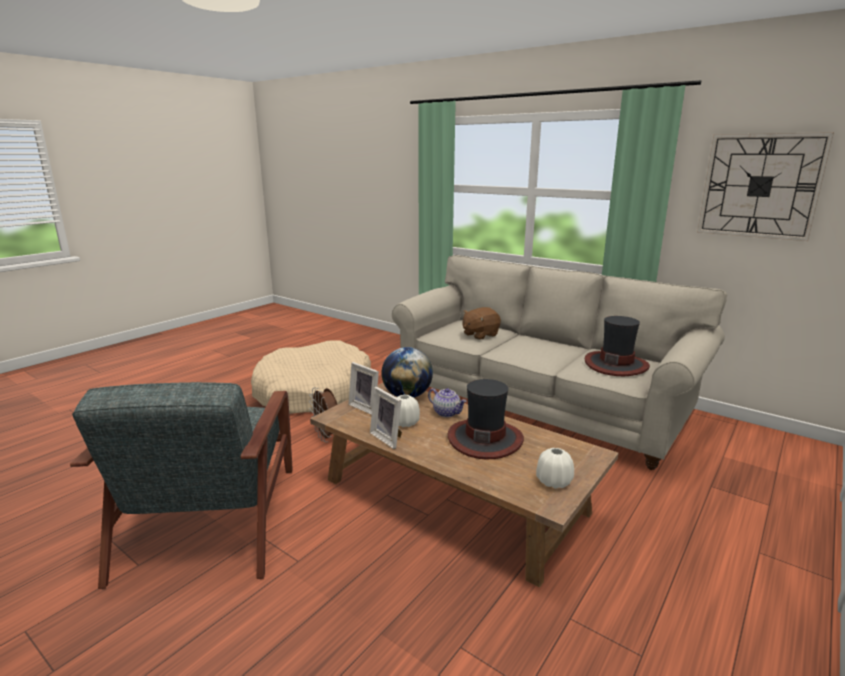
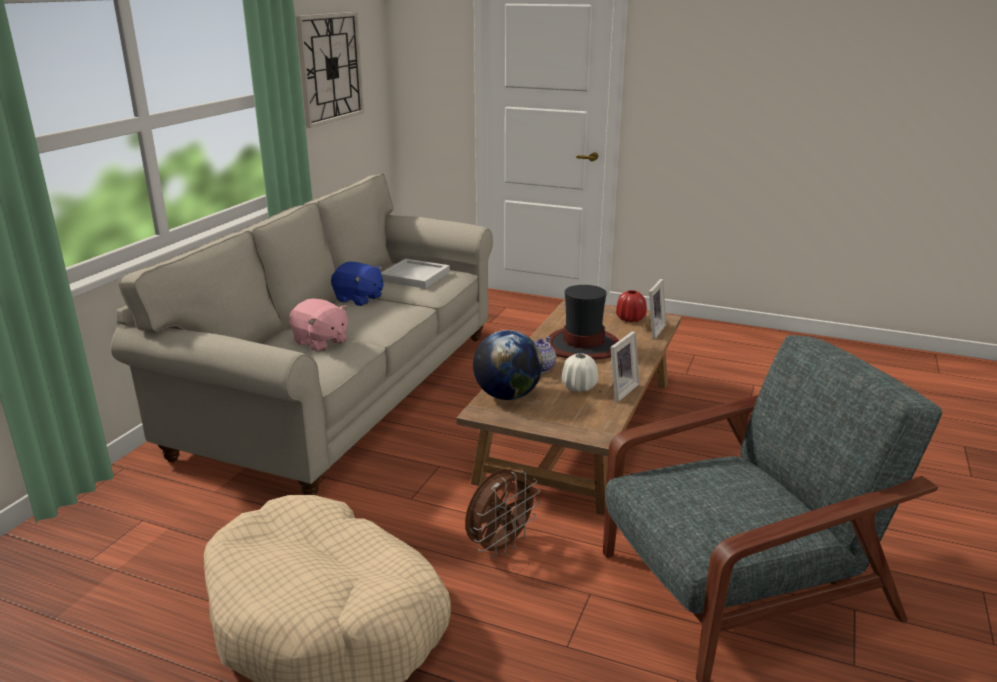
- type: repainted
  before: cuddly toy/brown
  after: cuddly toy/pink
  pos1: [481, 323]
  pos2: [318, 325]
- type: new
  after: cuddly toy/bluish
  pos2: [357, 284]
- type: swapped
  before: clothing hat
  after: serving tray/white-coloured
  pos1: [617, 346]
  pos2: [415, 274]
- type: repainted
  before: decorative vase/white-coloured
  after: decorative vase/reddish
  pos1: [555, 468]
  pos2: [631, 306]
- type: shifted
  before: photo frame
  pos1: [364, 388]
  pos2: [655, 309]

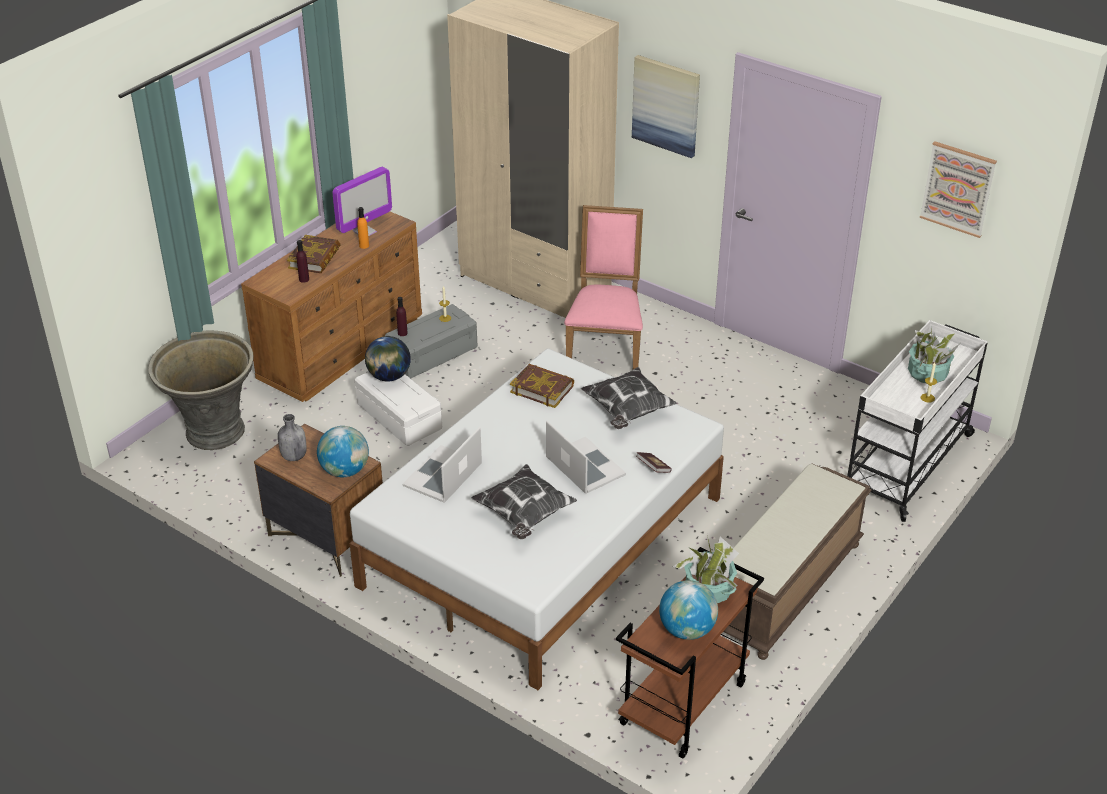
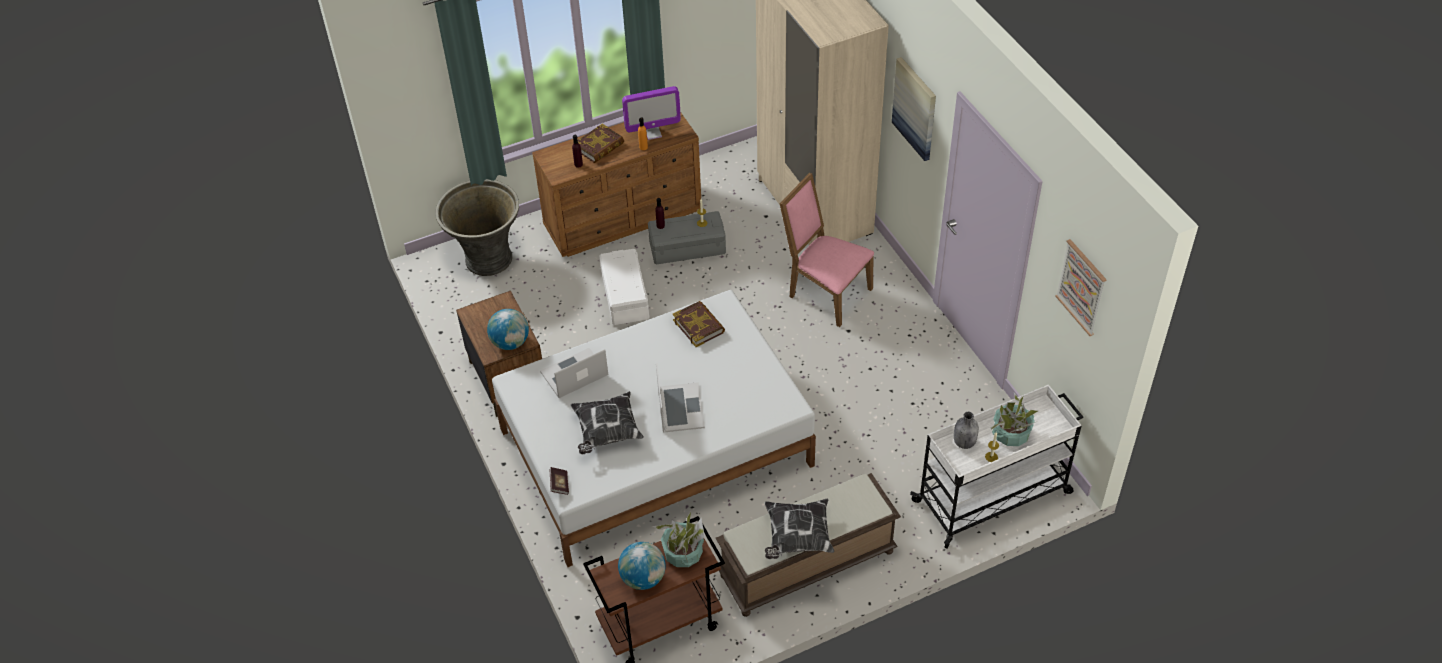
- type: shifted
  before: volume
  pos1: [654, 462]
  pos2: [559, 481]
- type: shifted
  before: pillow
  pos1: [629, 398]
  pos2: [800, 529]
- type: rotated
  before: upright chair/pink
  pos1: [603, 287]
  pos2: [827, 250]
  turn: -90
- type: shifted
  before: bottle/gray
  pos1: [292, 437]
  pos2: [966, 430]
- type: gone
  before: desk globe
  pos1: [388, 358]

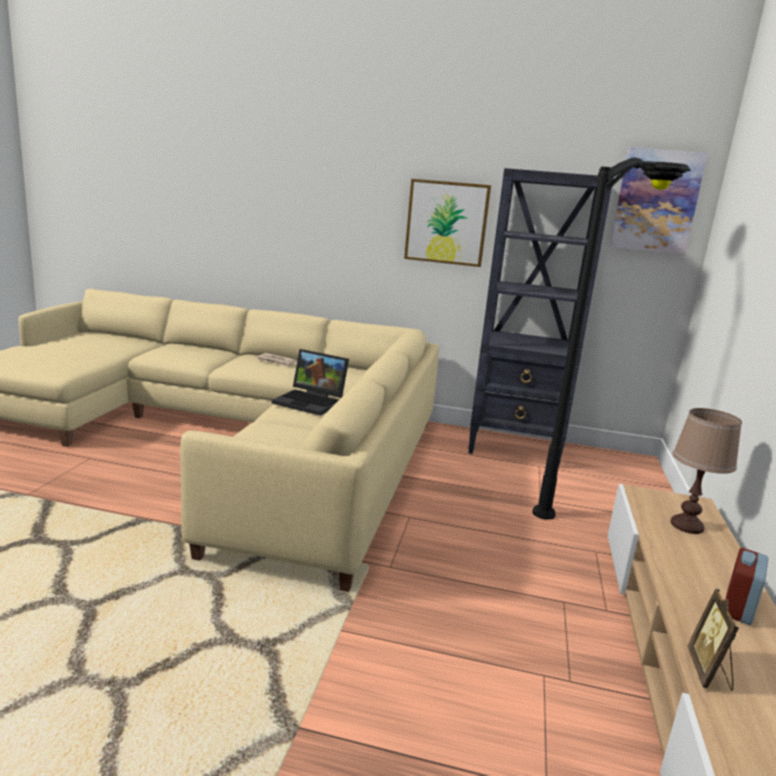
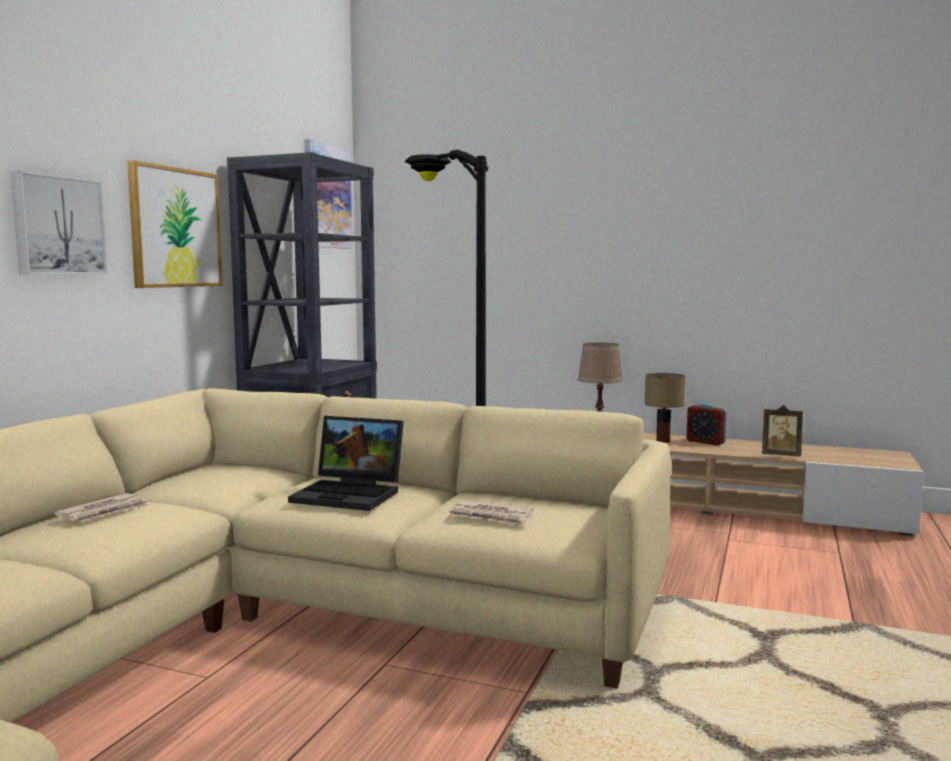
- type: new
  after: wall art
  pos2: [59, 222]
- type: rotated
  before: laptop
  pos1: [310, 382]
  pos2: [346, 463]
  turn: 75
- type: new
  after: printed paper
  pos2: [491, 513]
- type: new
  after: table lamp
  pos2: [665, 408]

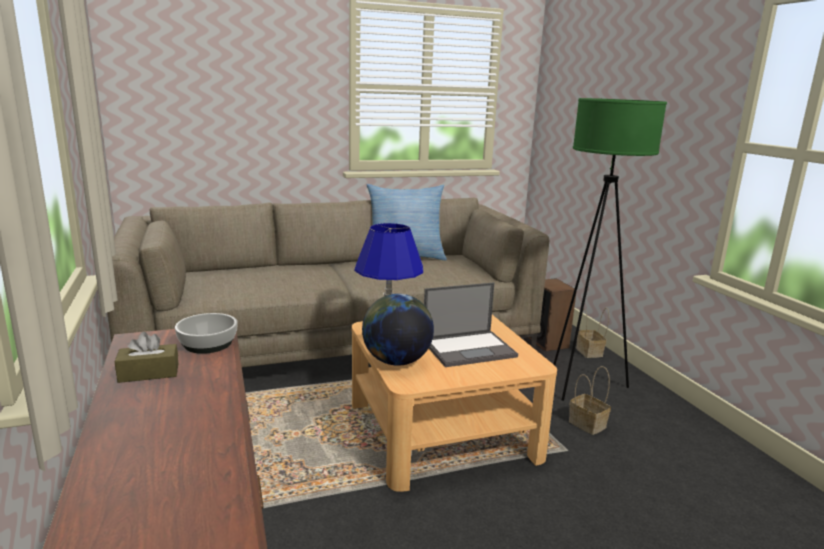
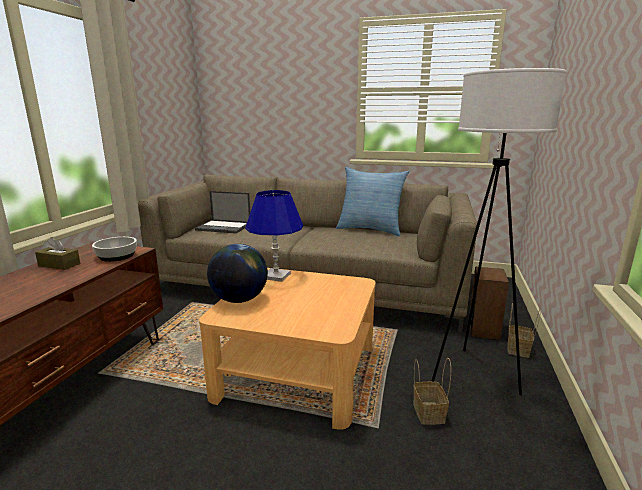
- type: shifted
  before: laptop
  pos1: [471, 324]
  pos2: [222, 212]
- type: repainted
  before: standard lamp/greenish
  after: standard lamp/white-coloured
  pos1: [610, 249]
  pos2: [499, 231]

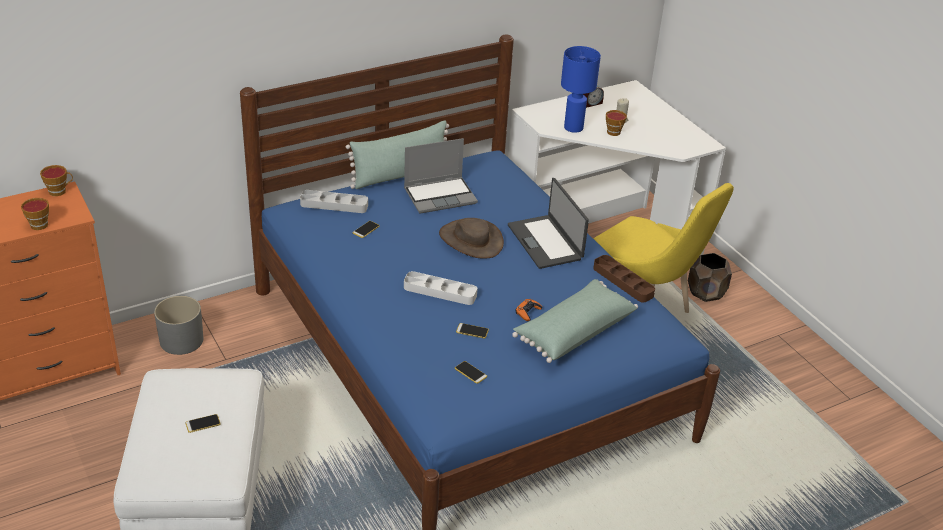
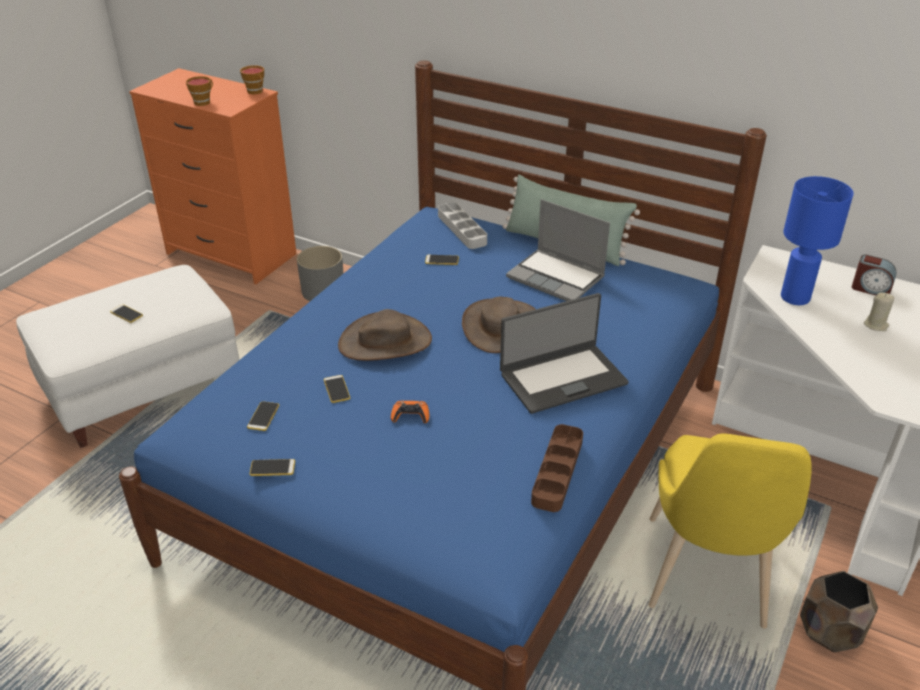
- type: new
  after: phone
  pos2: [272, 467]
- type: swapped
  before: serving tray/white-coloured
  after: clothing hat/brown
  pos1: [440, 288]
  pos2: [385, 335]
- type: rotated
  before: laptop
  pos1: [548, 223]
  pos2: [564, 353]
  turn: -150
- type: gone
  before: pillow/greenish
  pos1: [575, 321]
- type: gone
  before: cup
  pos1: [616, 123]

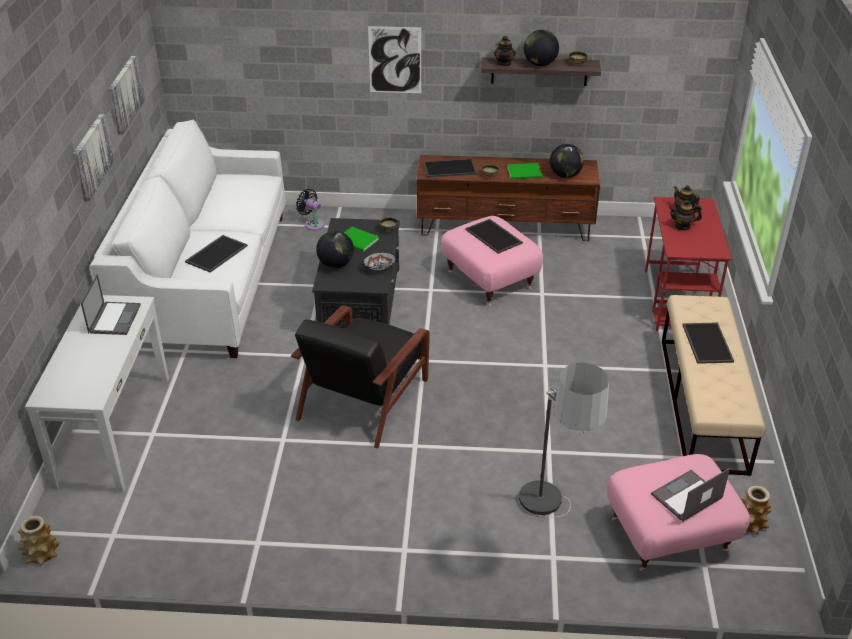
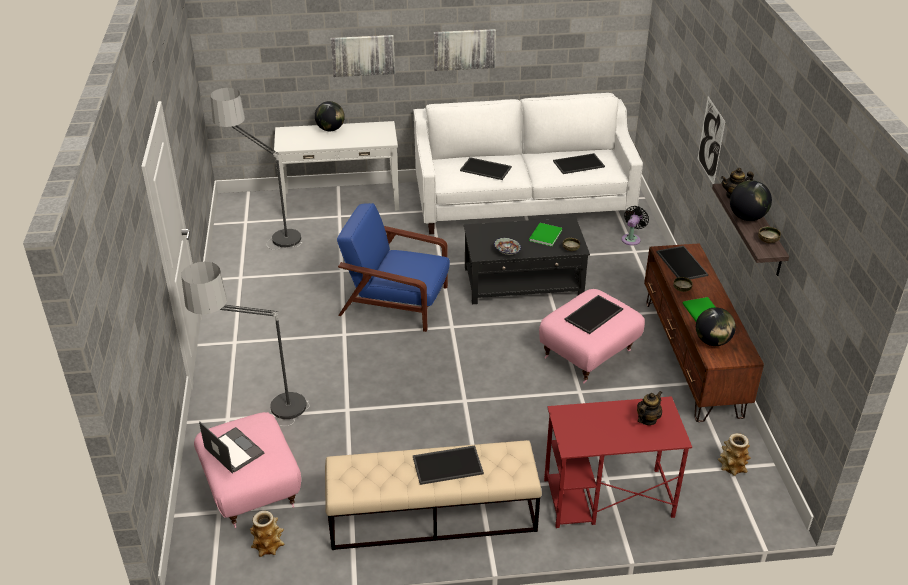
- type: new
  after: standard lamp
  pos2: [256, 169]
- type: shifted
  before: desk globe
  pos1: [335, 249]
  pos2: [330, 116]
- type: shifted
  before: wall art
  pos1: [126, 95]
  pos2: [362, 56]
- type: repainted
  before: easy chair/black
  after: easy chair/bluish
  pos1: [360, 376]
  pos2: [393, 267]
- type: new
  after: serving tray
  pos2: [579, 163]
- type: shifted
  before: decorative vase
  pos1: [39, 540]
  pos2: [734, 454]
- type: gone
  before: laptop
  pos1: [111, 304]
- type: gone
  before: pot for tea
  pos1: [685, 215]

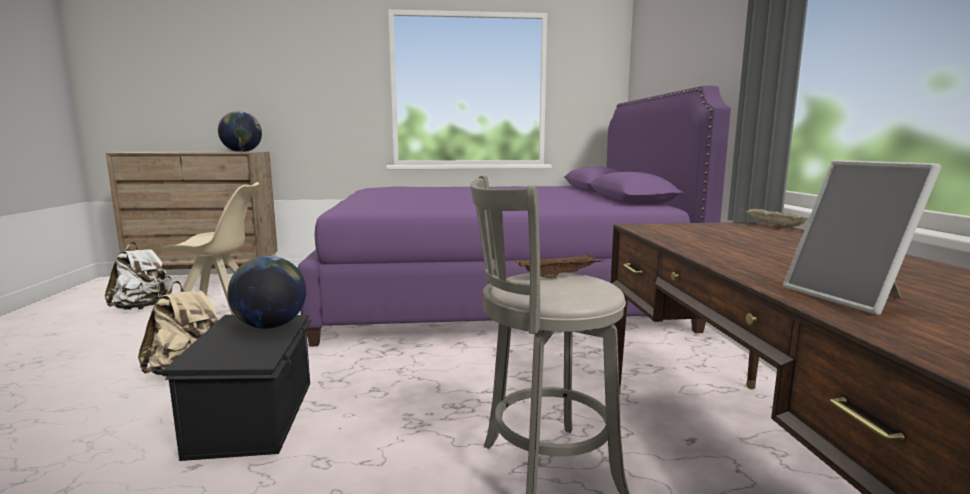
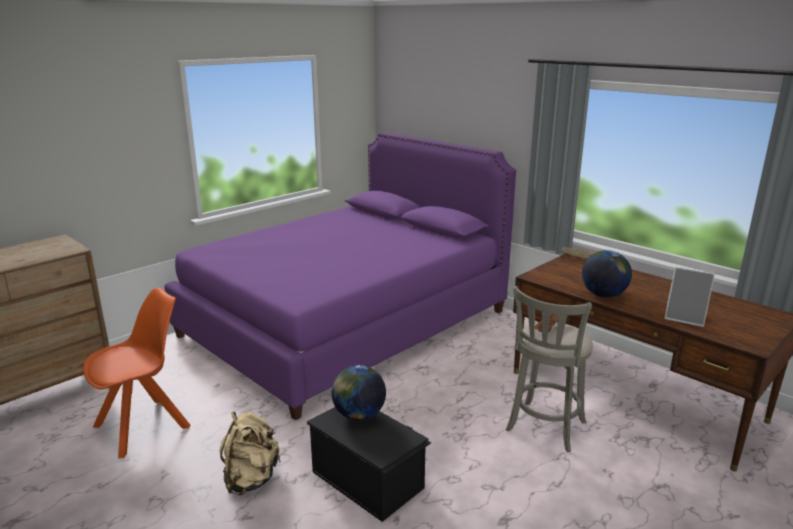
- type: repainted
  before: upright chair/beige-coloured
  after: upright chair/orange-coloured
  pos1: [211, 248]
  pos2: [137, 373]
- type: shifted
  before: desk globe
  pos1: [240, 131]
  pos2: [607, 274]
- type: gone
  before: knapsack/white-coloured
  pos1: [139, 276]

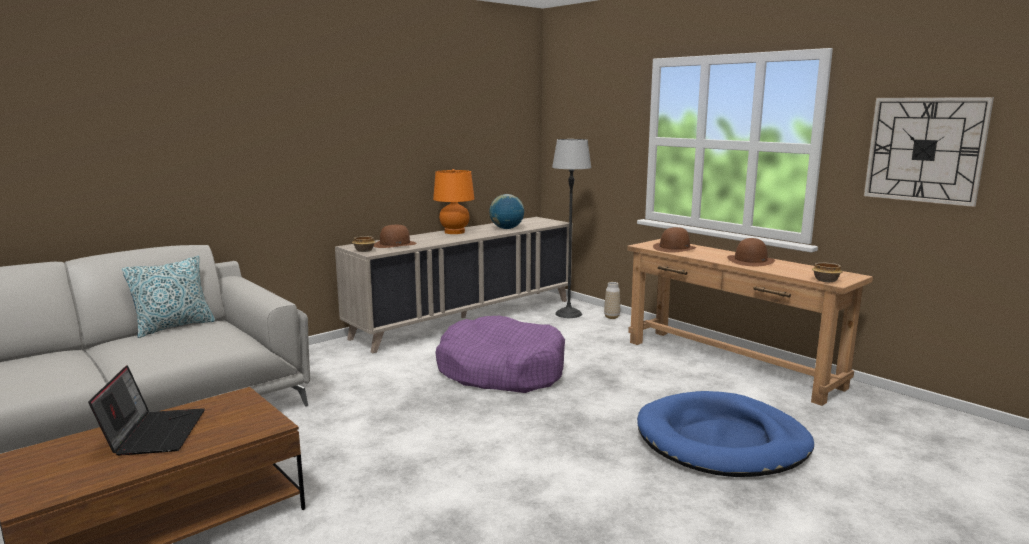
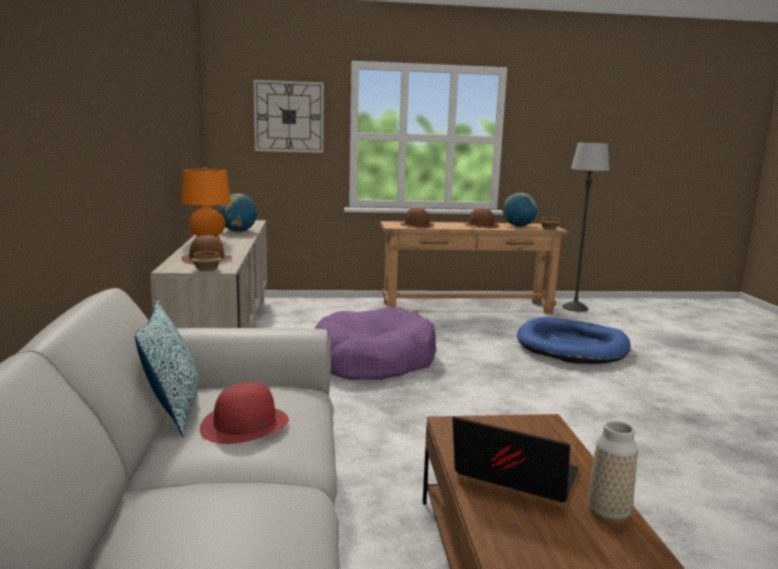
- type: new
  after: clothing hat/reddish
  pos2: [244, 413]
- type: shifted
  before: wall clock
  pos1: [929, 152]
  pos2: [288, 116]
- type: new
  after: desk globe
  pos2: [520, 210]
- type: shifted
  before: standard lamp
  pos1: [571, 228]
  pos2: [585, 227]
- type: shifted
  before: decorative vase
  pos1: [612, 300]
  pos2: [612, 472]

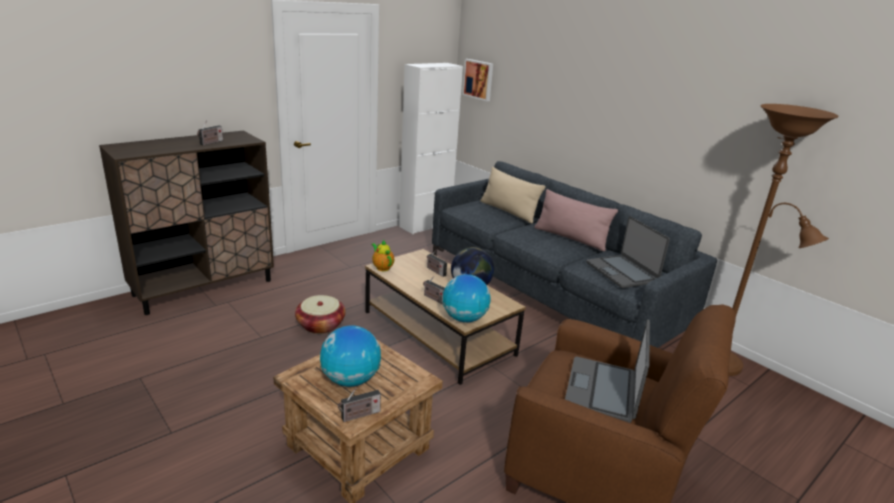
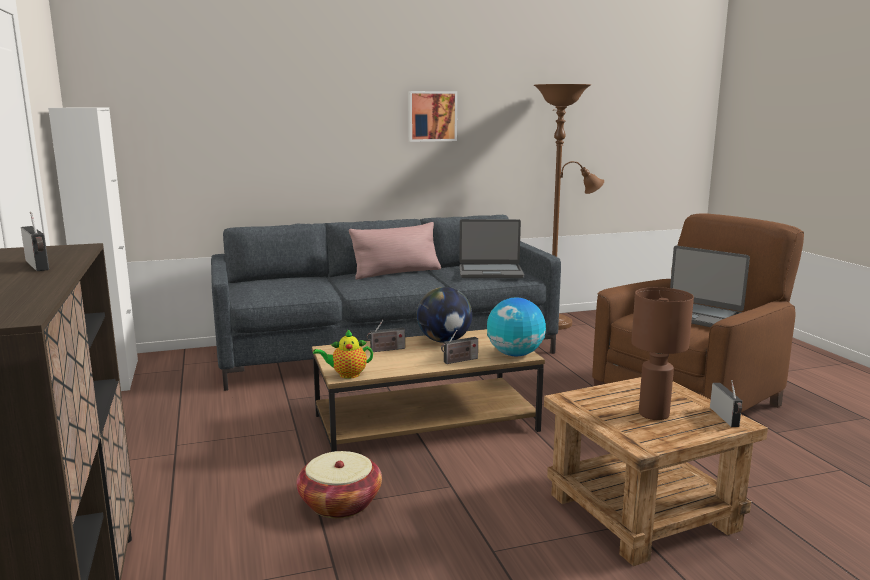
- type: shifted
  before: wall art
  pos1: [477, 80]
  pos2: [432, 116]
- type: swapped
  before: desk globe
  after: table lamp/brown
  pos1: [350, 356]
  pos2: [662, 353]
- type: gone
  before: pillow/beige-coloured
  pos1: [513, 195]

